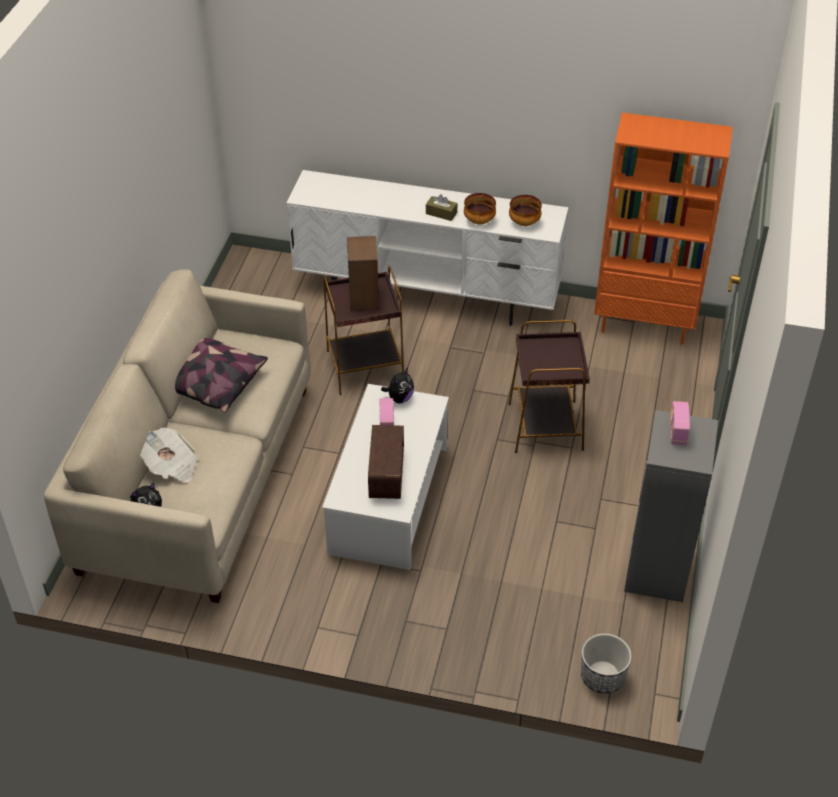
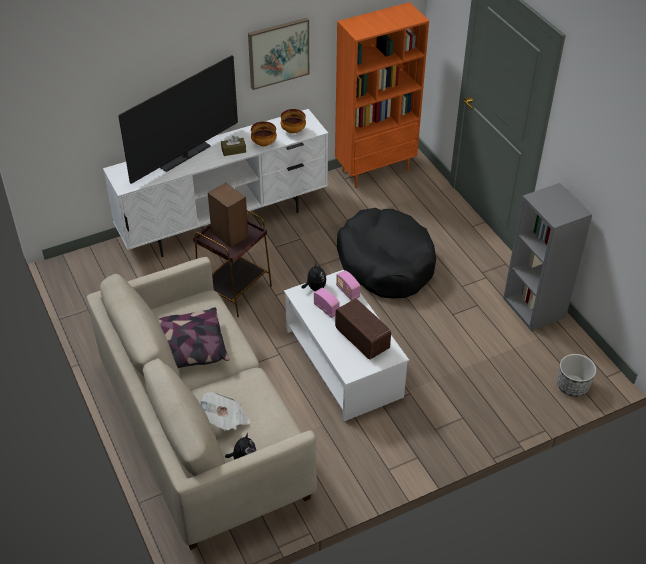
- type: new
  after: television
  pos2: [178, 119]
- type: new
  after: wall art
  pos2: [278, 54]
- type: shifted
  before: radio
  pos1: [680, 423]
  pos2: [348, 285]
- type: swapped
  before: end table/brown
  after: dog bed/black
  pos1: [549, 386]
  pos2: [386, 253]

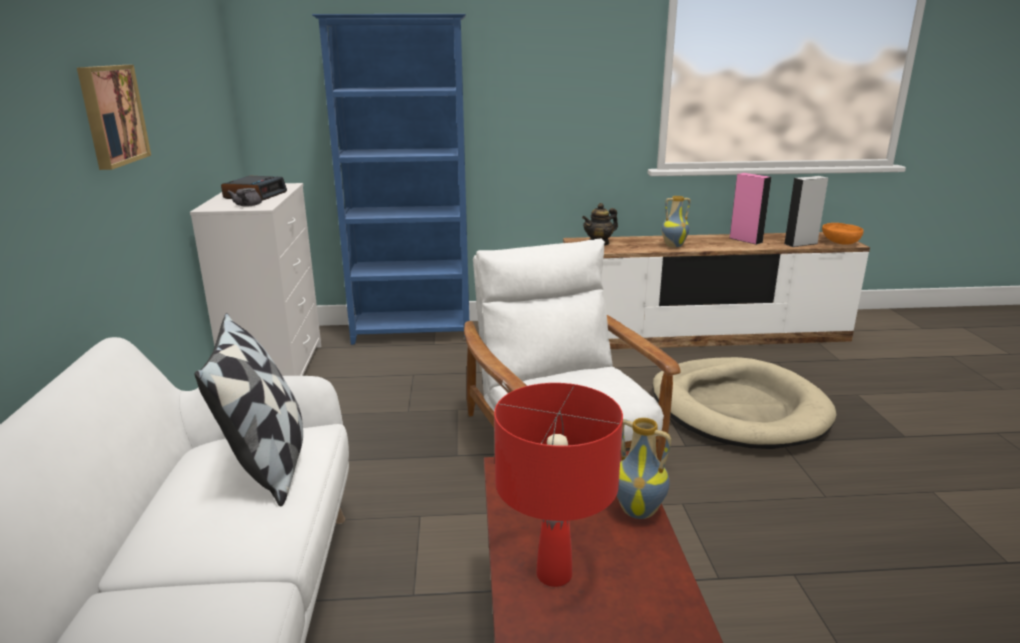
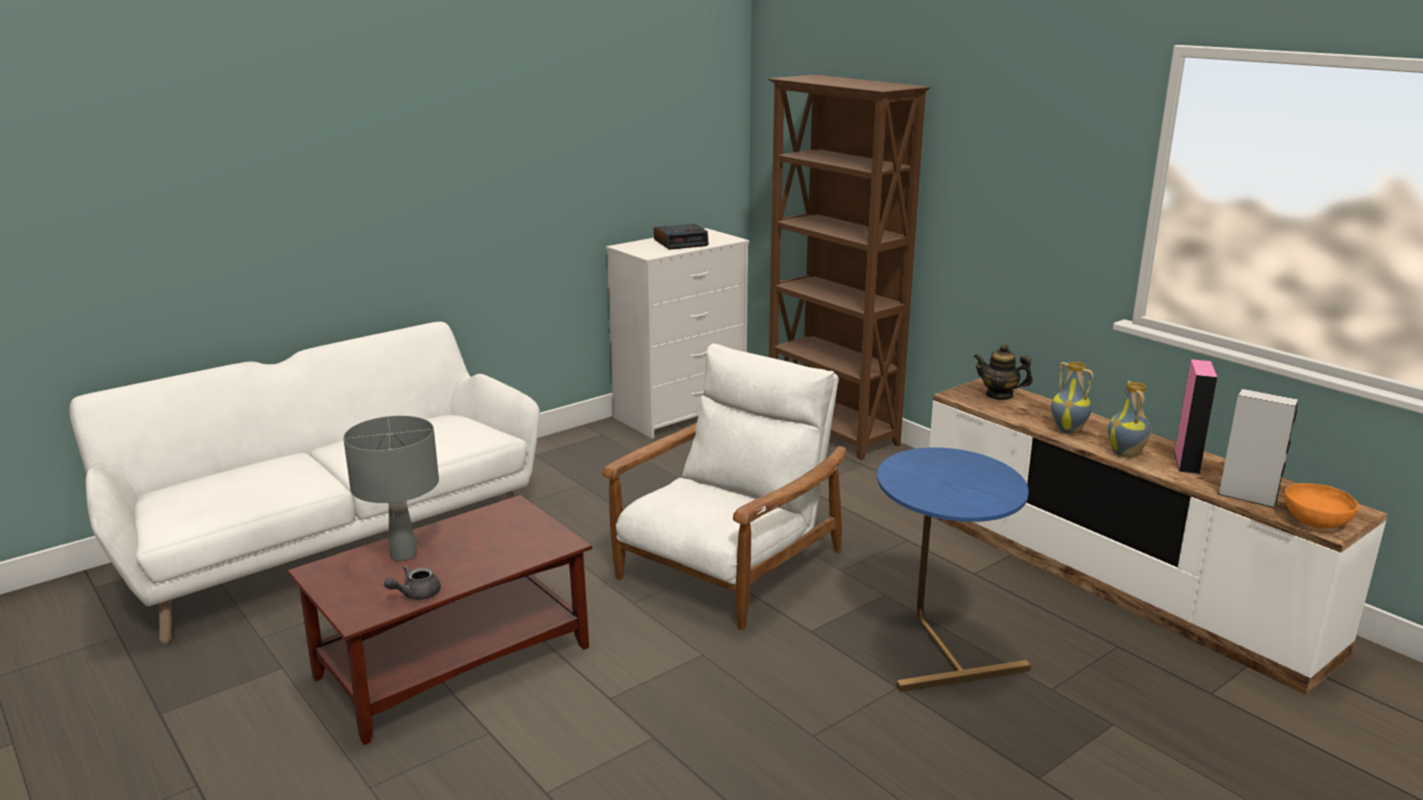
- type: repainted
  before: table lamp/reddish
  after: table lamp/gray
  pos1: [558, 485]
  pos2: [391, 488]
- type: shifted
  before: pot for tea/gray
  pos1: [244, 197]
  pos2: [412, 582]
- type: repainted
  before: shelving unit/bluish
  after: shelving unit/brown
  pos1: [390, 179]
  pos2: [849, 267]
- type: swapped
  before: dog bed/beige-coloured
  after: end table/bluish
  pos1: [744, 403]
  pos2: [954, 569]
- type: shifted
  before: decorative vase
  pos1: [644, 468]
  pos2: [1129, 419]
- type: gone
  before: wall art
  pos1: [114, 117]
- type: gone
  before: pillow
  pos1: [249, 409]

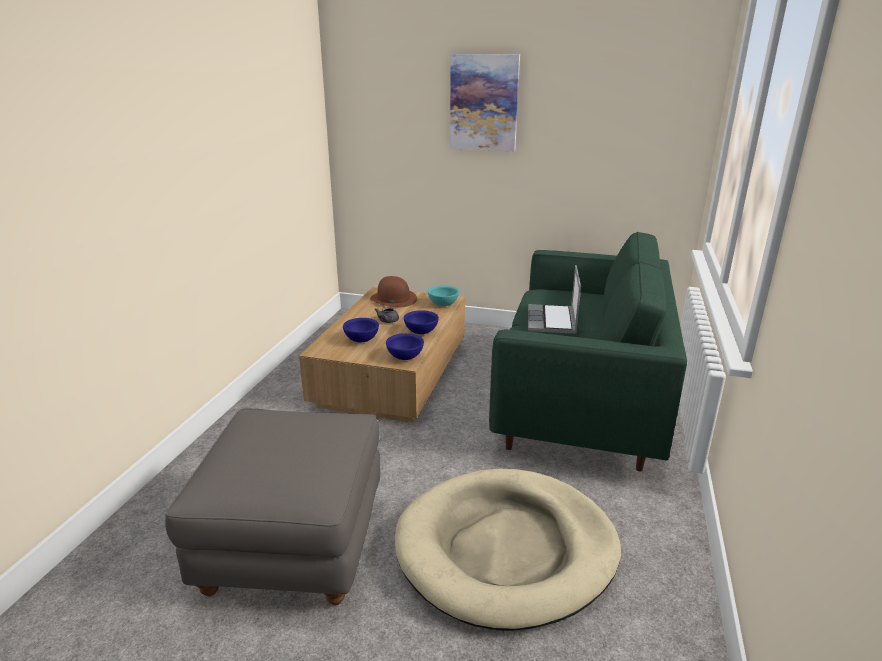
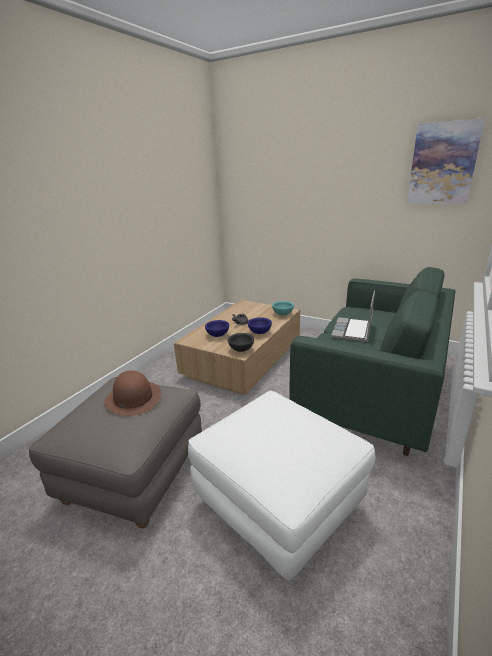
- type: shifted
  before: clothing hat/brown
  pos1: [393, 291]
  pos2: [132, 393]
- type: swapped
  before: dog bed/beige-coloured
  after: ottoman/white-coloured
  pos1: [508, 550]
  pos2: [282, 485]
- type: repainted
  before: deep dish/bluish
  after: deep dish/black
  pos1: [405, 346]
  pos2: [241, 342]
- type: shifted
  before: wall art
  pos1: [485, 102]
  pos2: [446, 161]

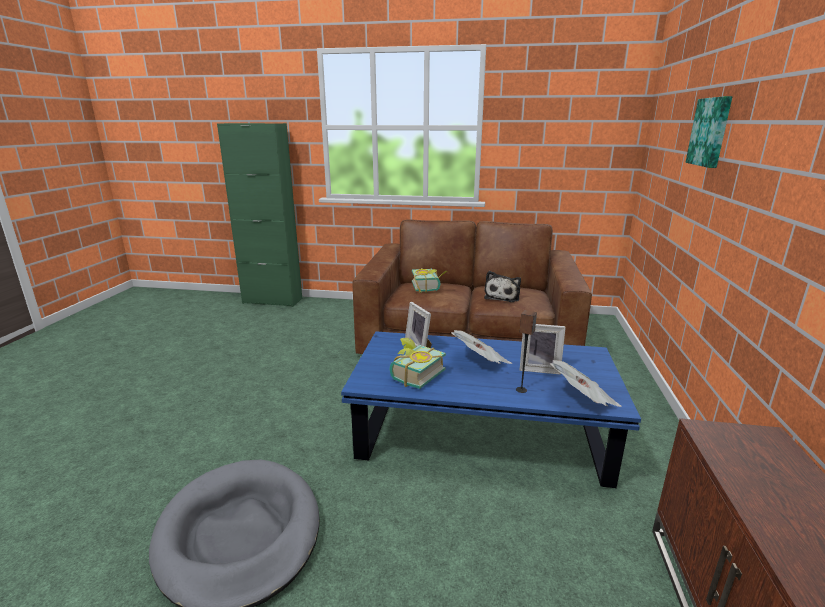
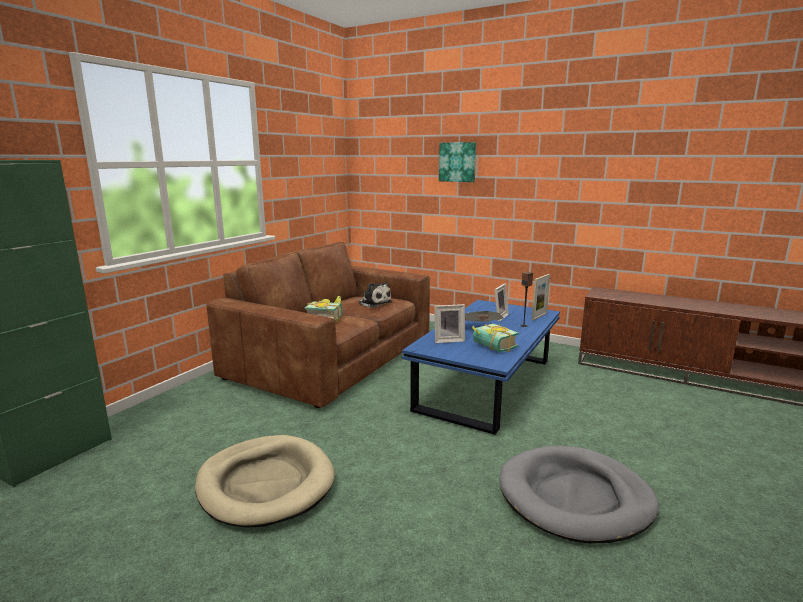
- type: new
  after: dog bed/beige-coloured
  pos2: [265, 481]
- type: swapped
  before: printed paper
  after: photo frame
  pos1: [585, 383]
  pos2: [541, 297]

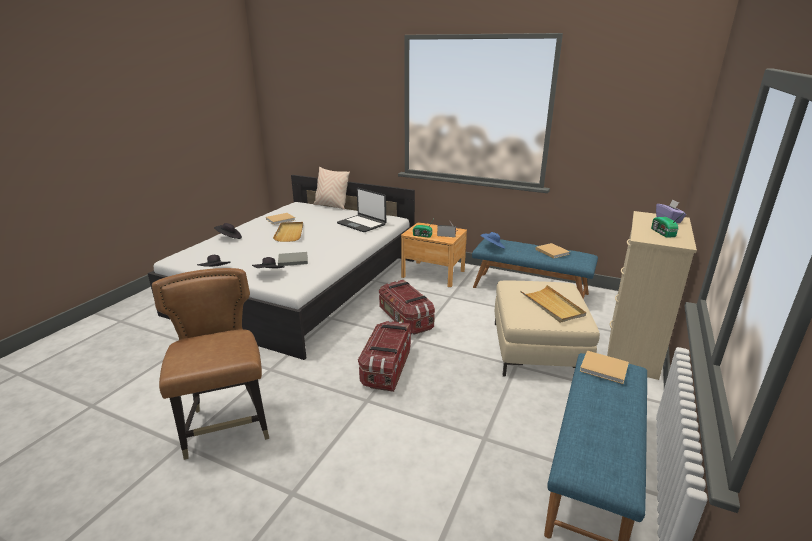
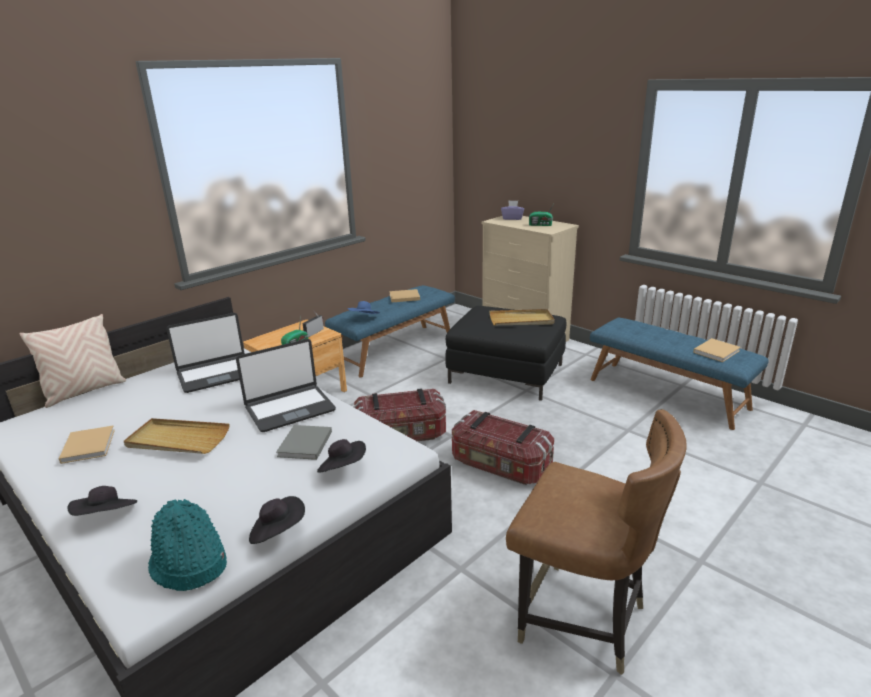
- type: new
  after: clothing hat/turquoise
  pos2: [187, 545]
- type: new
  after: laptop
  pos2: [286, 385]
- type: repainted
  before: ottoman/beige-coloured
  after: ottoman/black
  pos1: [547, 329]
  pos2: [505, 353]
- type: rotated
  before: upright chair/brown
  pos1: [210, 364]
  pos2: [596, 542]
  turn: -150
- type: shifted
  before: volume/beige-coloured
  pos1: [604, 367]
  pos2: [717, 350]

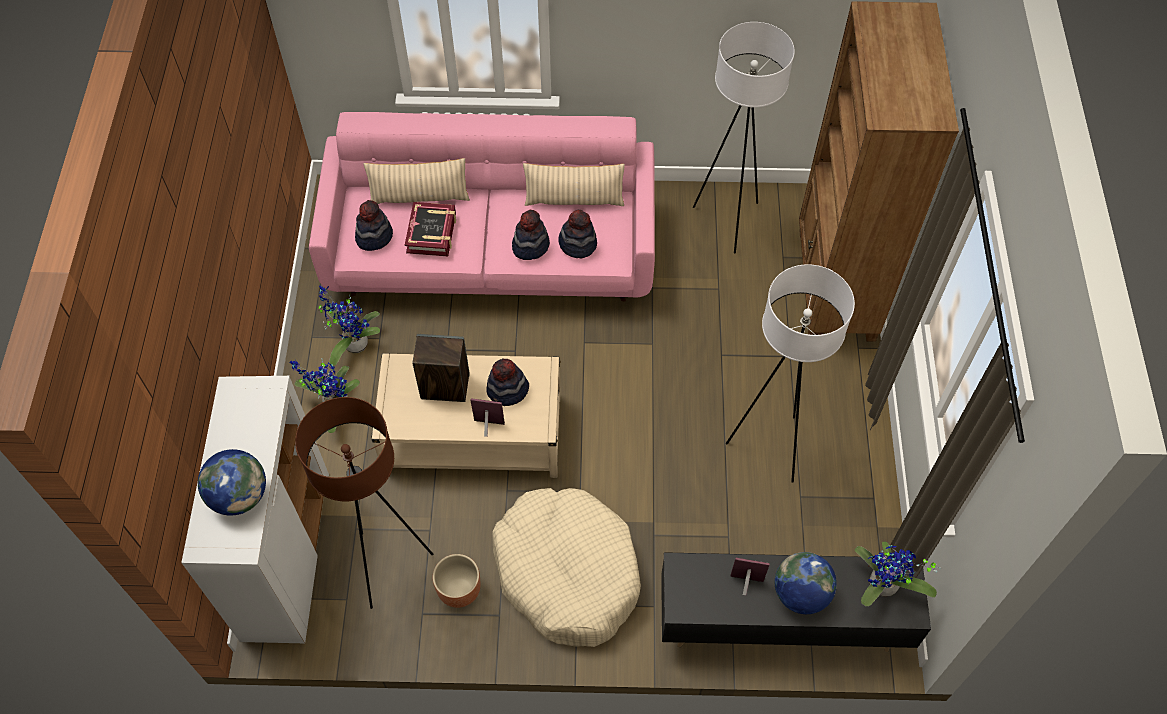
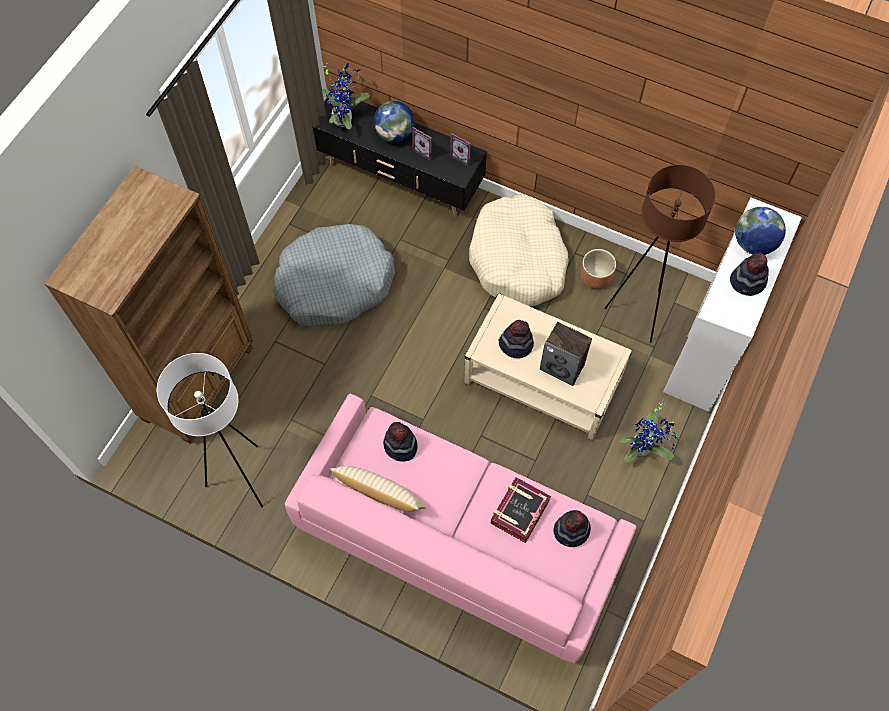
- type: swapped
  before: standard lamp/white-coloured
  after: dog bed/gray
  pos1: [790, 373]
  pos2: [334, 275]
- type: shifted
  before: photo frame
  pos1: [487, 417]
  pos2: [460, 149]
- type: shifted
  before: clothing hat
  pos1: [531, 235]
  pos2: [749, 274]
- type: gone
  before: houseplant
  pos1: [349, 326]
- type: gone
  before: pillow/beige-coloured
  pos1: [416, 181]

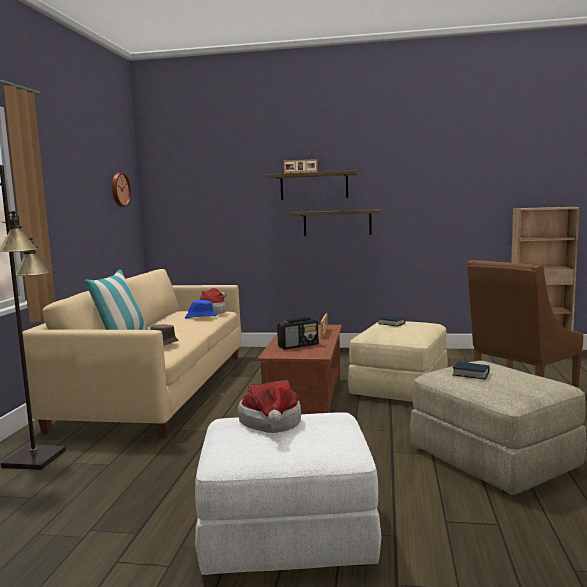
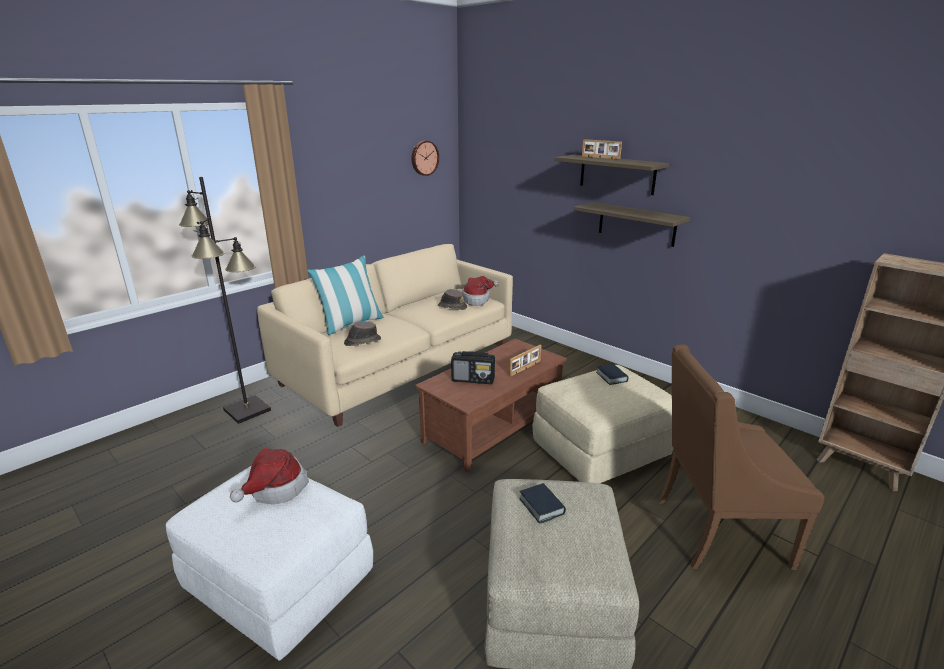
- type: repainted
  before: clothing hat/bluish
  after: clothing hat/brown
  pos1: [201, 309]
  pos2: [452, 299]

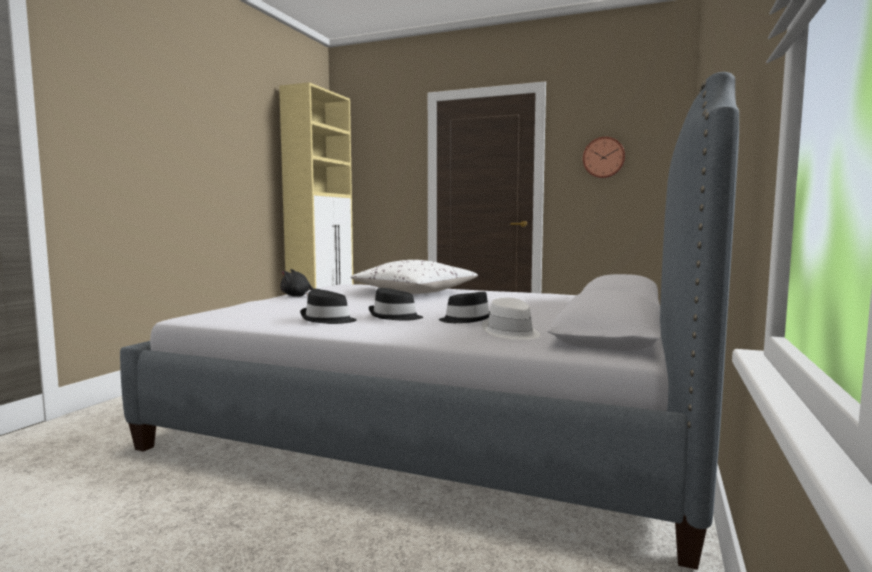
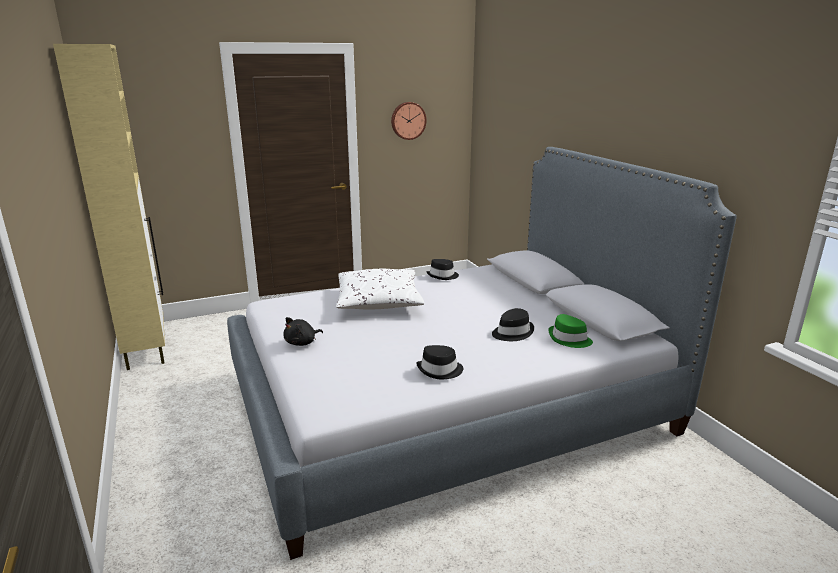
- type: shifted
  before: clothing hat/black
  pos1: [395, 304]
  pos2: [442, 269]
- type: repainted
  before: clothing hat/white-coloured
  after: clothing hat/greenish
  pos1: [511, 319]
  pos2: [570, 331]

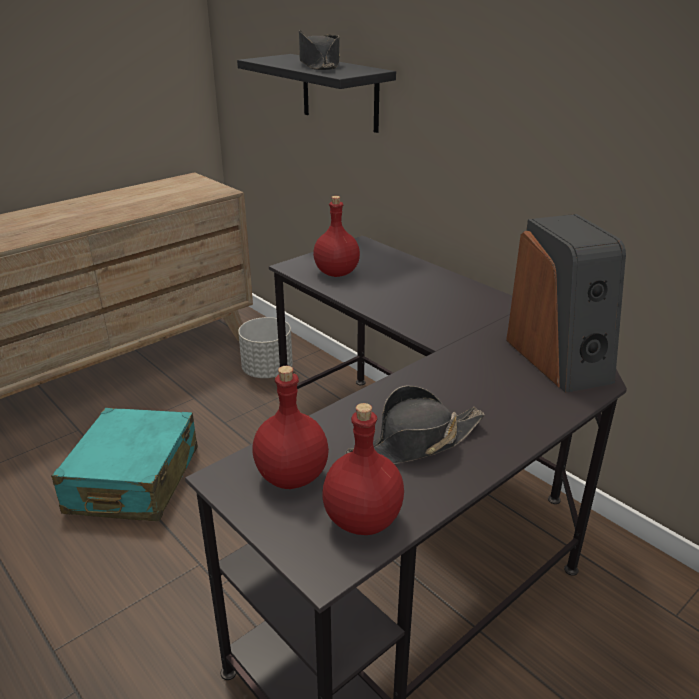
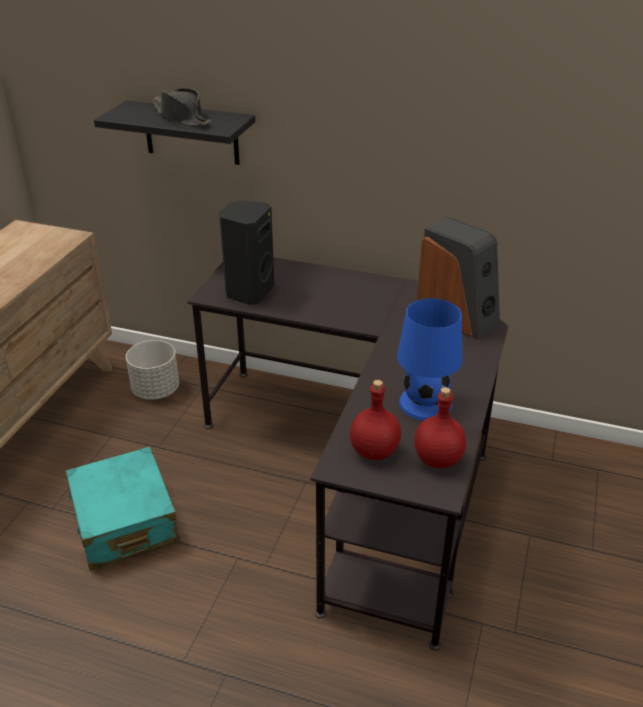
- type: swapped
  before: bottle/reddish
  after: speaker/black
  pos1: [336, 236]
  pos2: [246, 252]
- type: swapped
  before: clothing hat/black
  after: table lamp/bluish
  pos1: [415, 425]
  pos2: [429, 359]

